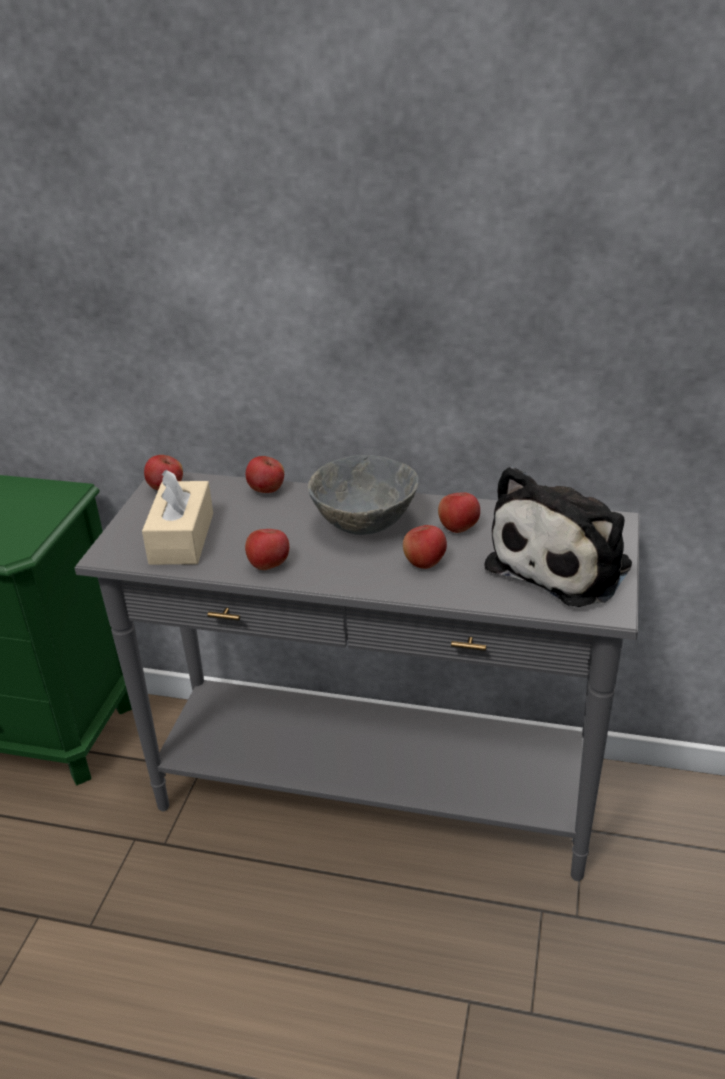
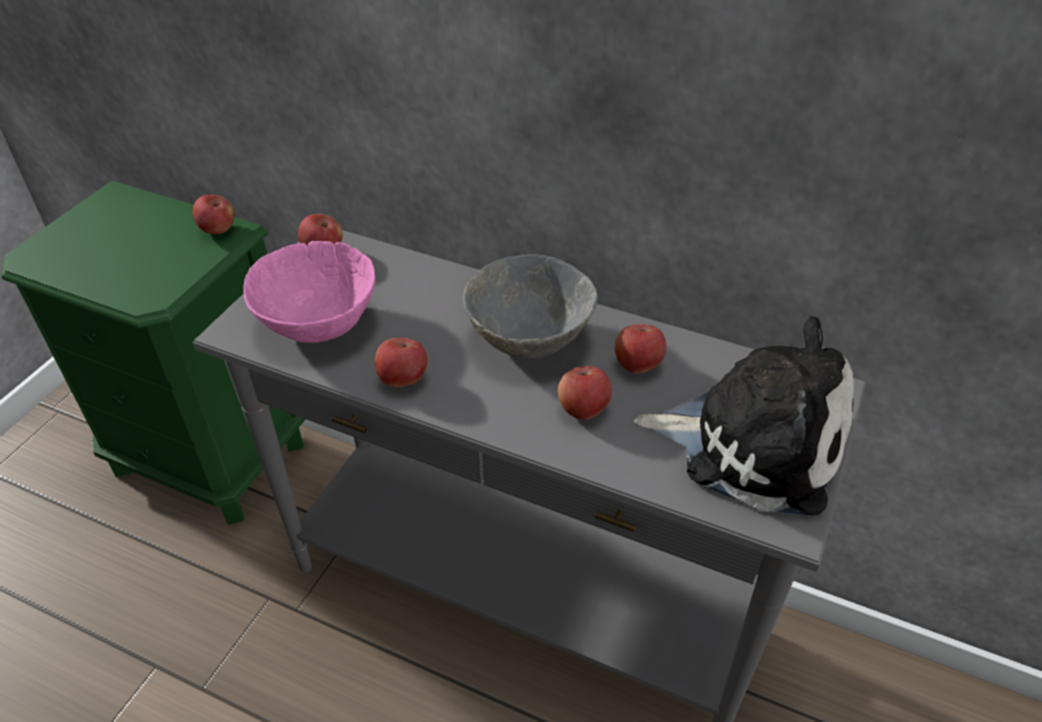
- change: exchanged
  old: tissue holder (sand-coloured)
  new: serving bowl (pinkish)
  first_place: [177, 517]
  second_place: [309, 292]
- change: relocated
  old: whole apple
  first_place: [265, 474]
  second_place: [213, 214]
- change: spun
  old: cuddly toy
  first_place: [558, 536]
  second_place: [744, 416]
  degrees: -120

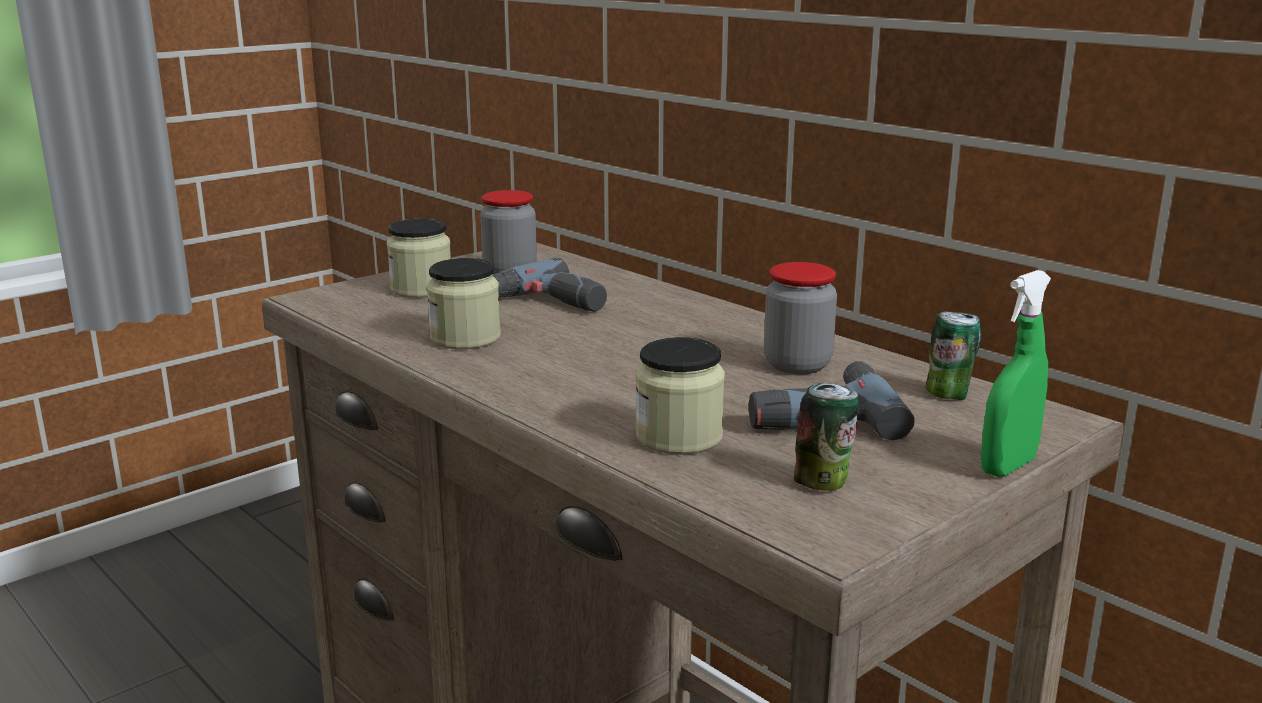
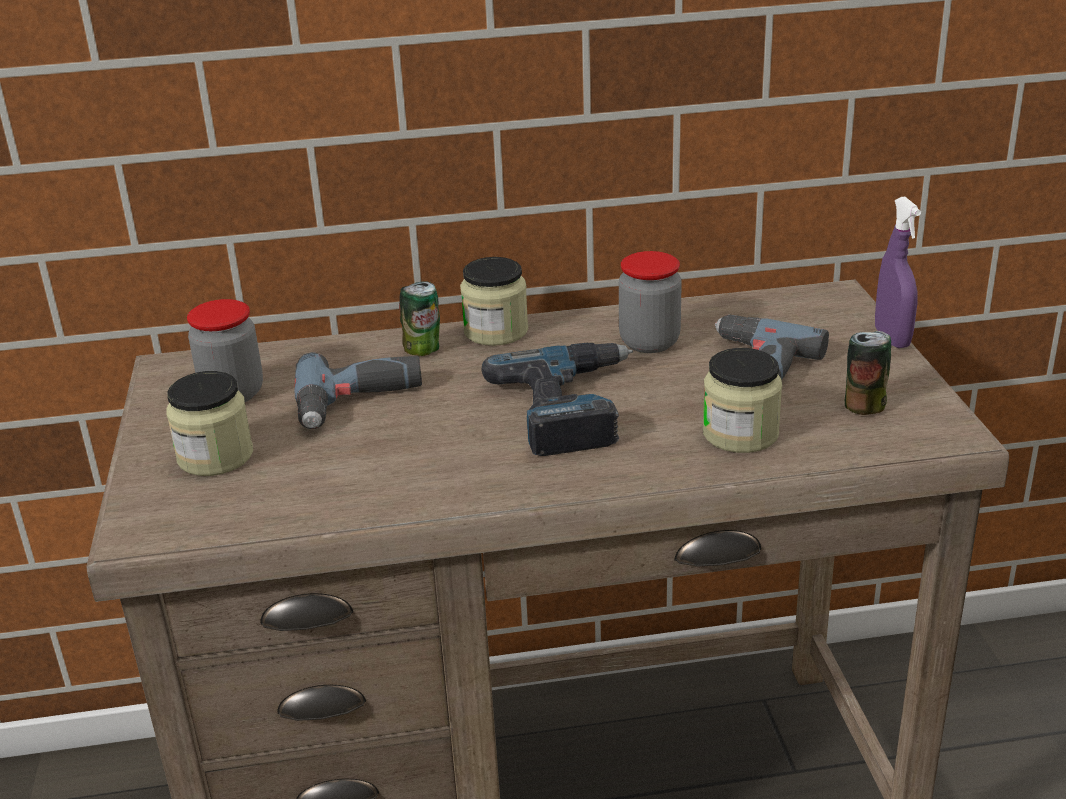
- change: relocated
  old: storage jar
  first_place: [463, 303]
  second_place: [494, 301]
- change: relocated
  old: can
  first_place: [953, 355]
  second_place: [419, 318]
- change: colour
  old: spray bottle (green)
  new: spray bottle (purple-coloured)
  first_place: [1016, 373]
  second_place: [898, 272]
- change: appeared
  new: electric drill
  second_place: [557, 399]

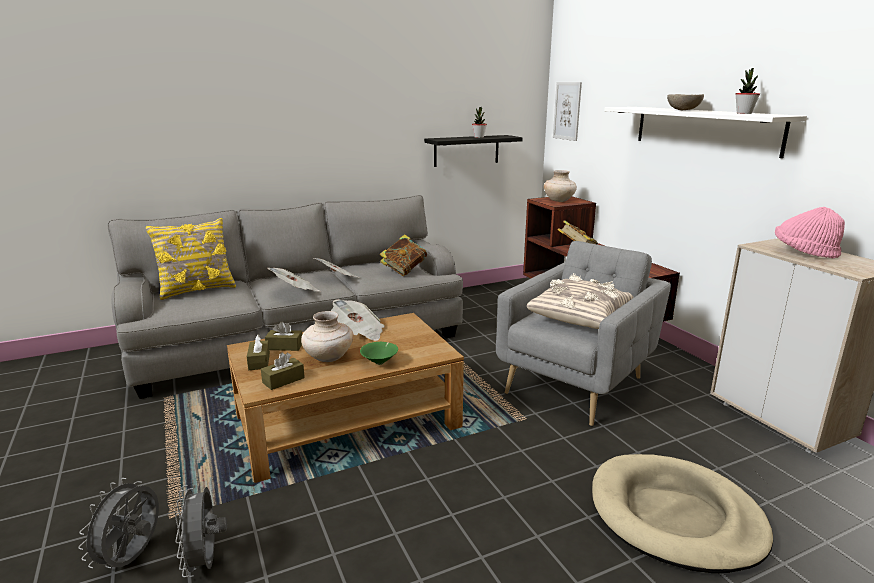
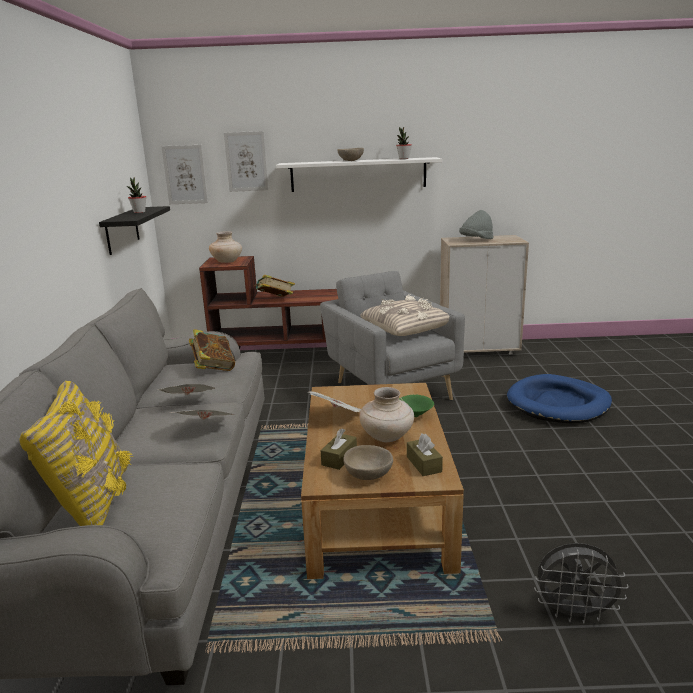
- change: missing
  old: electric fan (grey)
  first_place: [118, 523]
- change: exchanged
  old: tissue holder (brown-coloured)
  new: serving bowl (sand-coloured)
  first_place: [258, 352]
  second_place: [368, 462]
- change: colour
  old: dog cushion (sand-coloured)
  new: dog cushion (blue)
  first_place: [682, 513]
  second_place: [559, 398]
- change: colour
  old: hat (pinkish)
  new: hat (grey)
  first_place: [810, 233]
  second_place: [476, 224]
- change: appeared
  new: picture
  second_place: [246, 161]

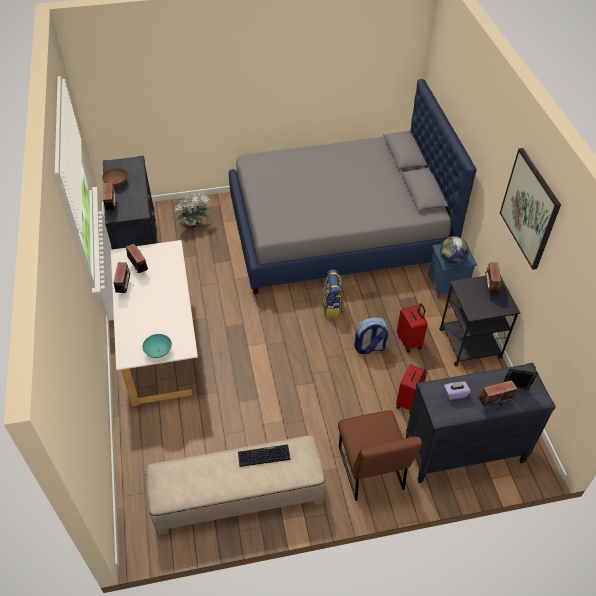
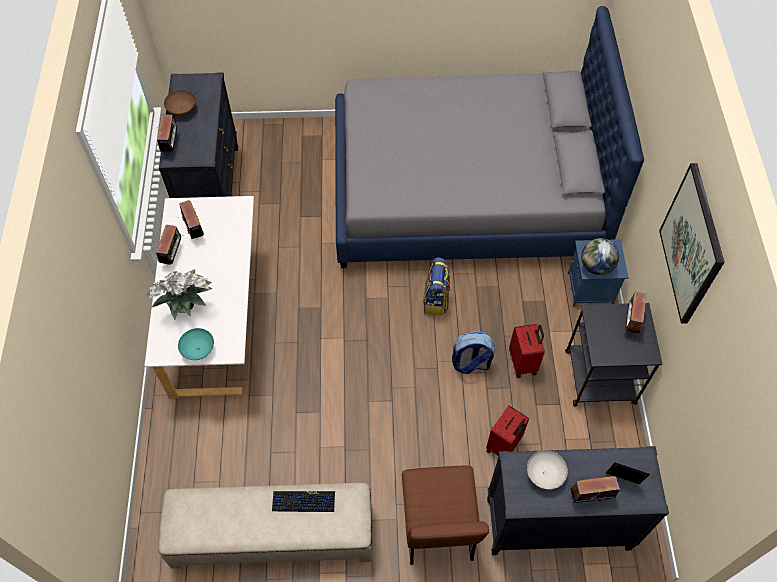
- change: relocated
  old: houseplant
  first_place: [192, 210]
  second_place: [178, 294]
- change: exchanged
  old: tissue holder (purple-coloured)
  new: serving bowl (white)
  first_place: [457, 390]
  second_place: [547, 470]

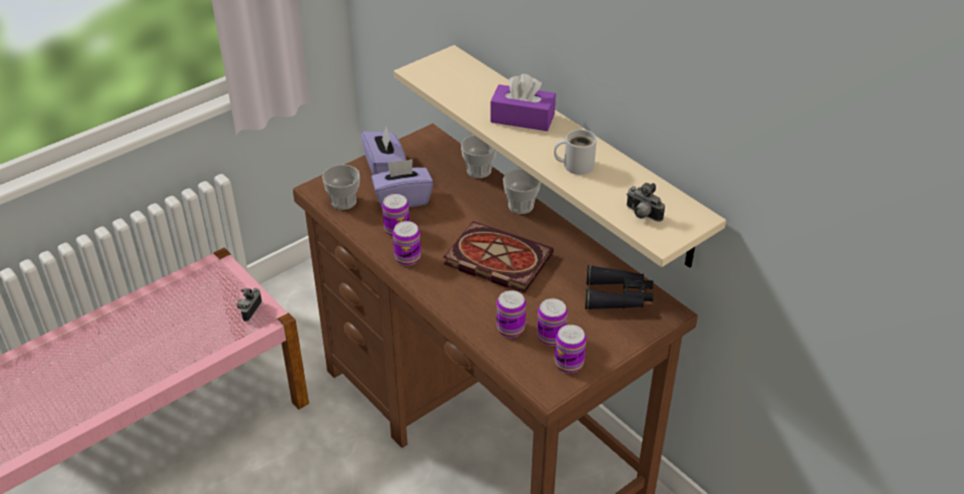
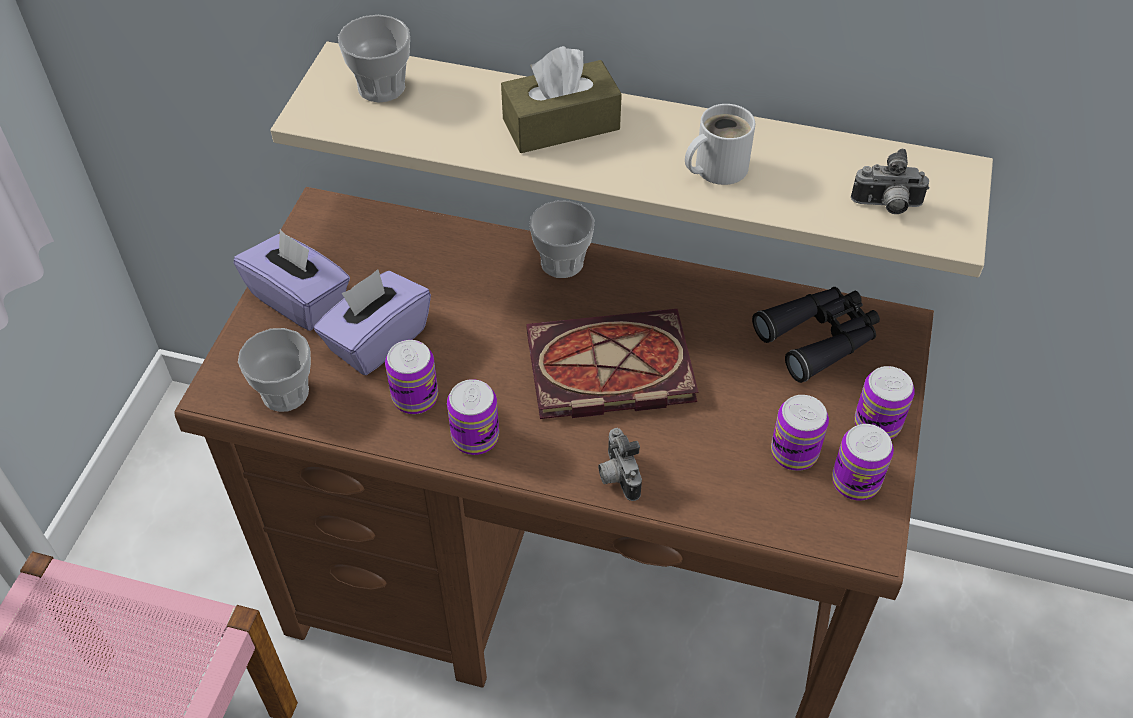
- change: relocated
  old: photo camera
  first_place: [249, 304]
  second_place: [620, 464]
- change: relocated
  old: small cup
  first_place: [478, 156]
  second_place: [374, 59]
- change: colour
  old: tissue holder (purple-coloured)
  new: tissue holder (brown-coloured)
  first_place: [523, 102]
  second_place: [561, 99]
- change: relocated
  old: can
  first_place: [511, 313]
  second_place: [885, 402]

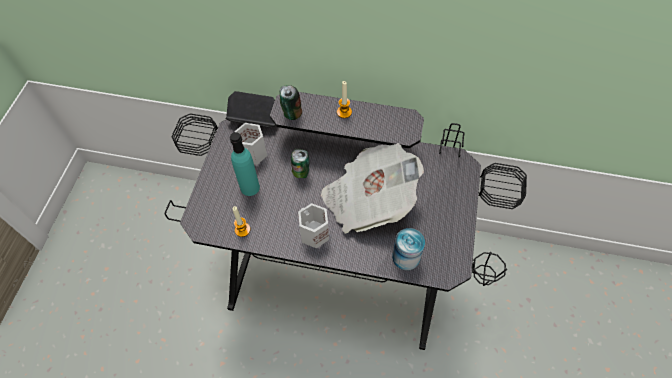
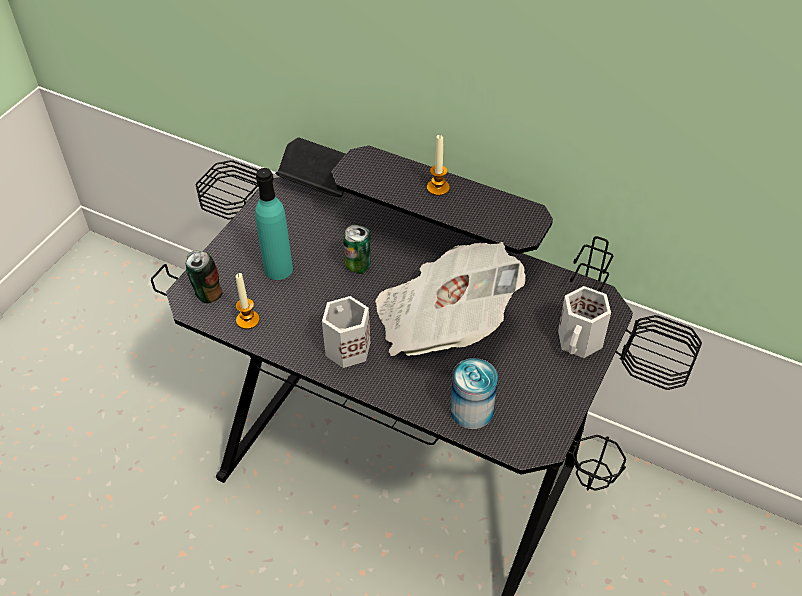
- change: relocated
  old: coffee mug (white)
  first_place: [250, 144]
  second_place: [584, 322]
- change: relocated
  old: can
  first_place: [290, 102]
  second_place: [204, 277]

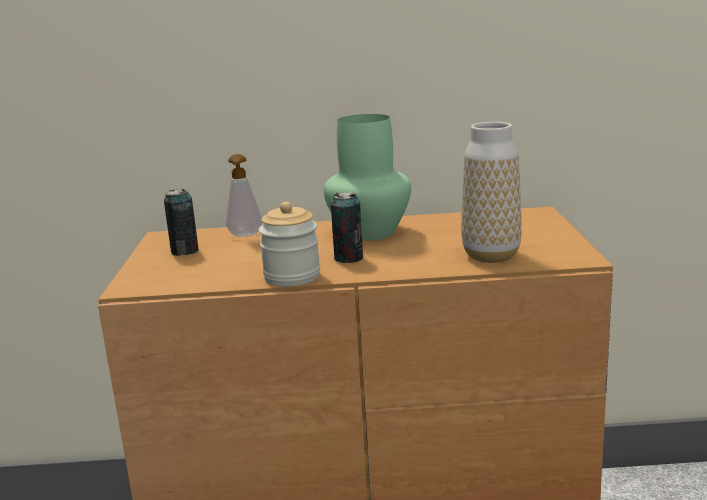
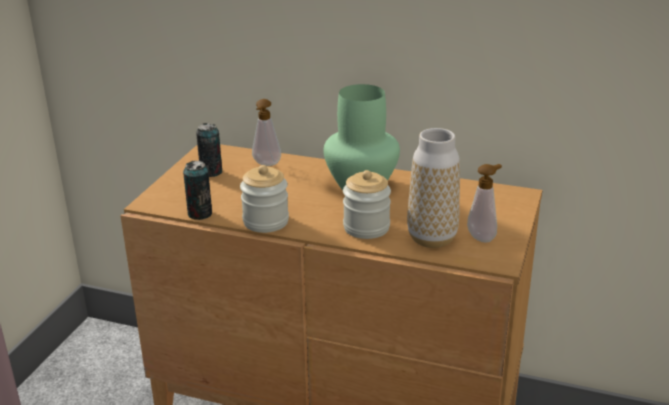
- change: relocated
  old: can
  first_place: [347, 227]
  second_place: [197, 190]
- change: appeared
  new: storage jar
  second_place: [367, 204]
- change: appeared
  new: soap bottle
  second_place: [484, 203]

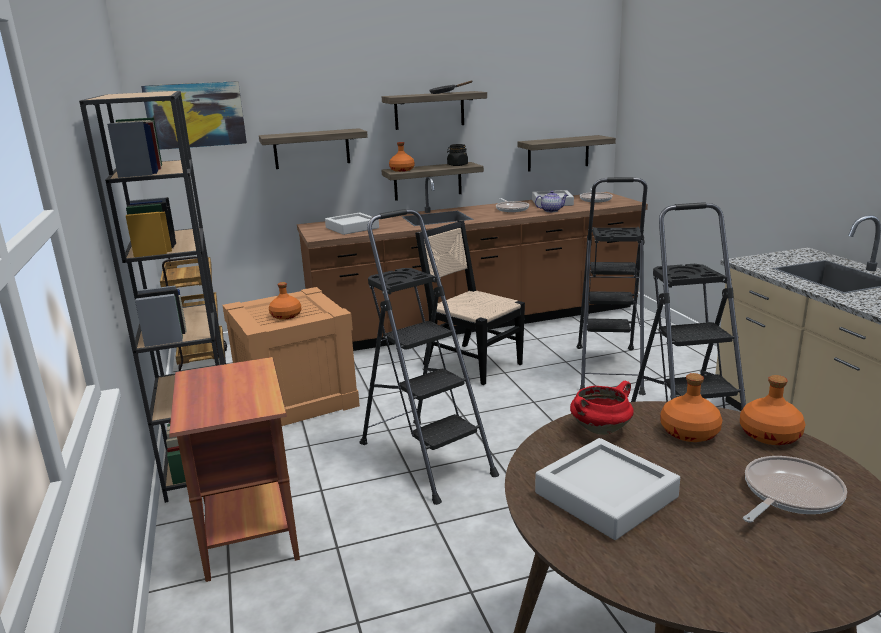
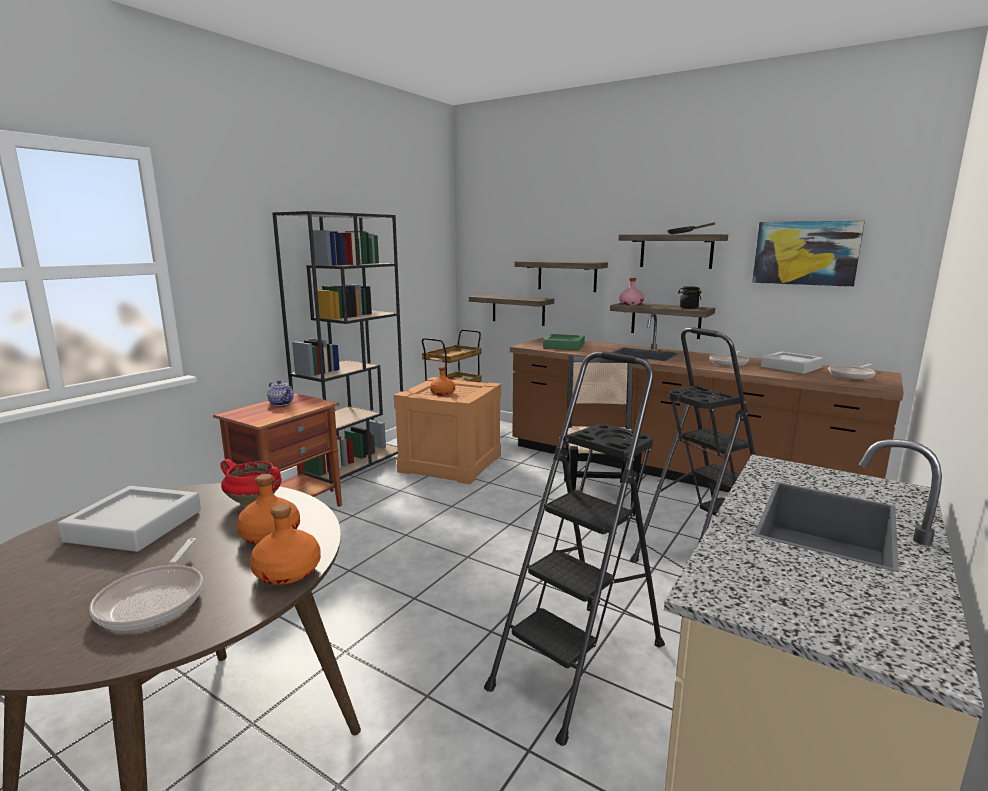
- change: relocated
  old: picture
  first_place: [194, 115]
  second_place: [808, 254]
- change: colour
  old: serving tray (grey)
  new: serving tray (green)
  first_place: [352, 224]
  second_place: [564, 342]
- change: missing
  old: step stool
  first_place: [429, 357]
- change: colour
  old: beverage bottle (orangey)
  new: beverage bottle (pinkish)
  first_place: [402, 157]
  second_place: [631, 291]
- change: relocated
  old: wall shelf
  first_place: [567, 153]
  second_place: [511, 310]
- change: relocated
  old: tea pot
  first_place: [551, 201]
  second_place: [280, 393]
- change: spun
  old: frying pan
  first_place: [795, 489]
  second_place: [146, 584]
  degrees: 75

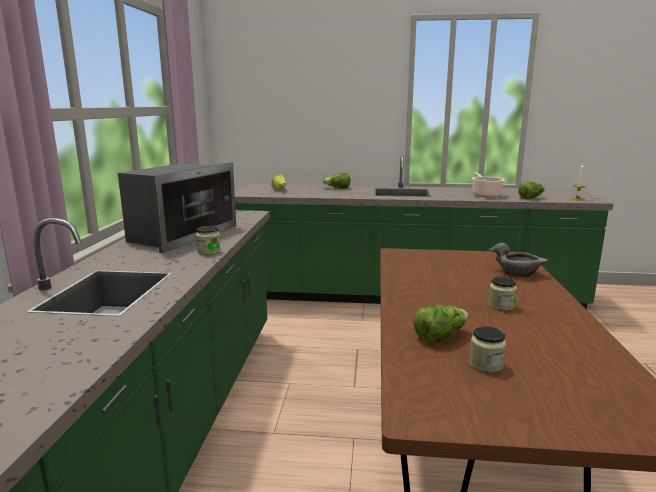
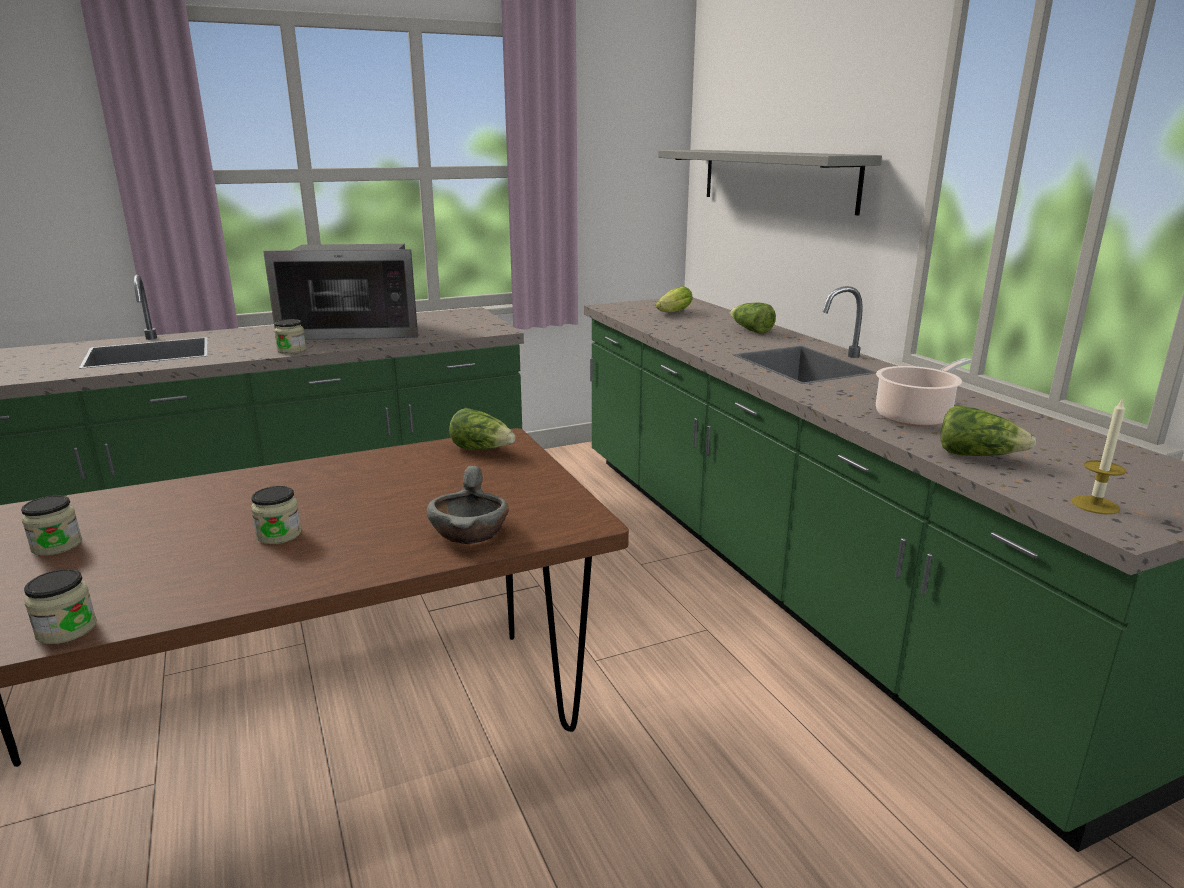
- change: relocated
  old: head of lettuce
  first_place: [441, 324]
  second_place: [482, 429]
- change: appeared
  new: storage jar
  second_place: [60, 606]
- change: appeared
  new: wall shelf (grey)
  second_place: [770, 183]

